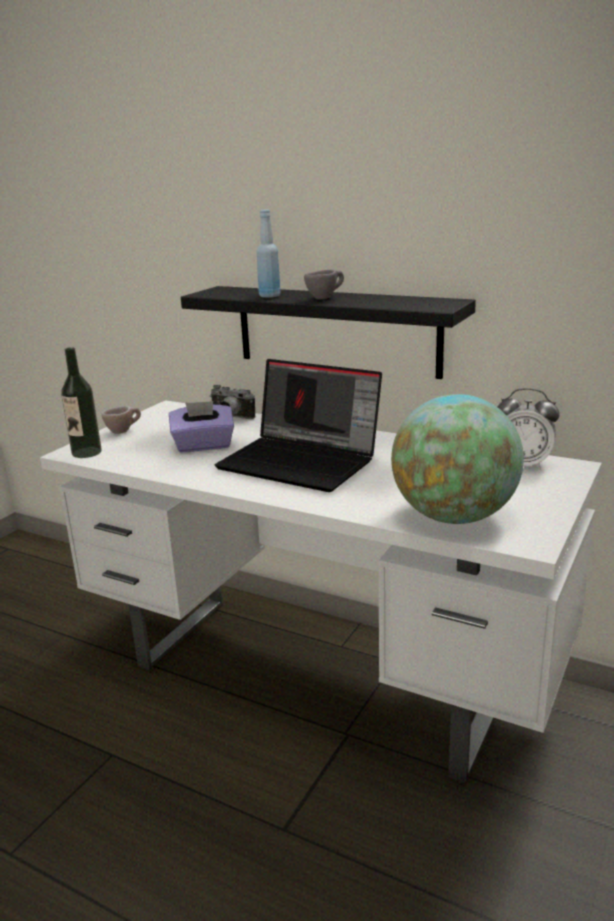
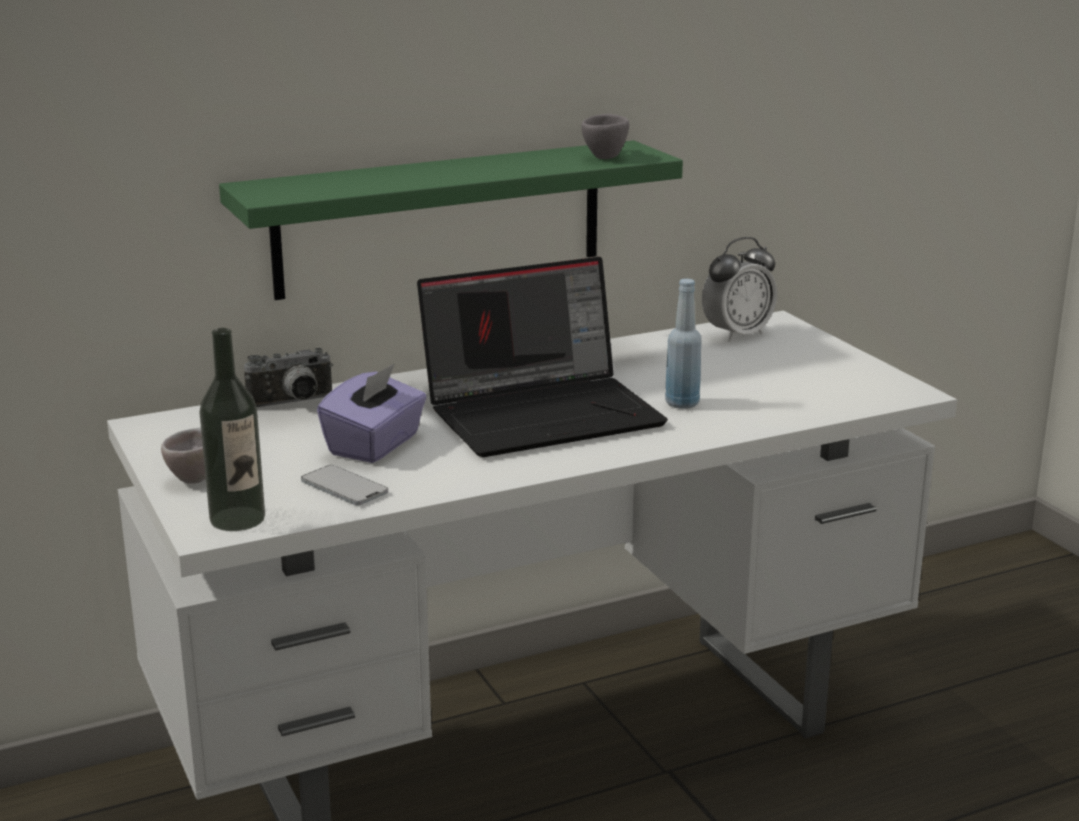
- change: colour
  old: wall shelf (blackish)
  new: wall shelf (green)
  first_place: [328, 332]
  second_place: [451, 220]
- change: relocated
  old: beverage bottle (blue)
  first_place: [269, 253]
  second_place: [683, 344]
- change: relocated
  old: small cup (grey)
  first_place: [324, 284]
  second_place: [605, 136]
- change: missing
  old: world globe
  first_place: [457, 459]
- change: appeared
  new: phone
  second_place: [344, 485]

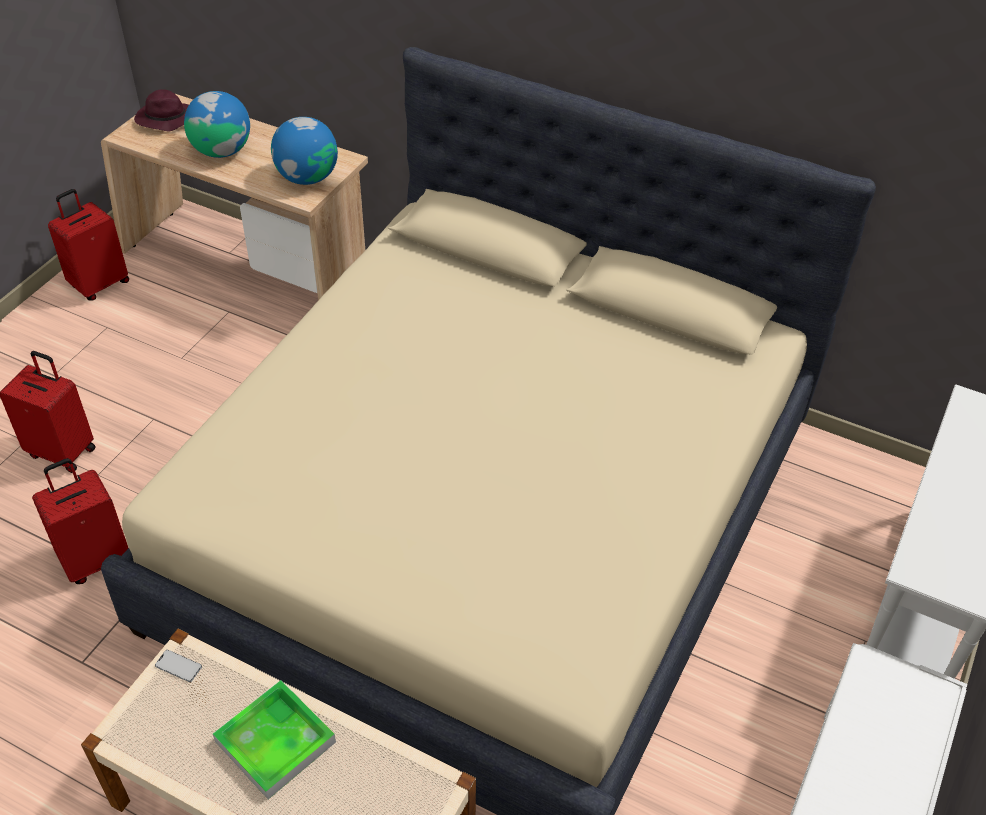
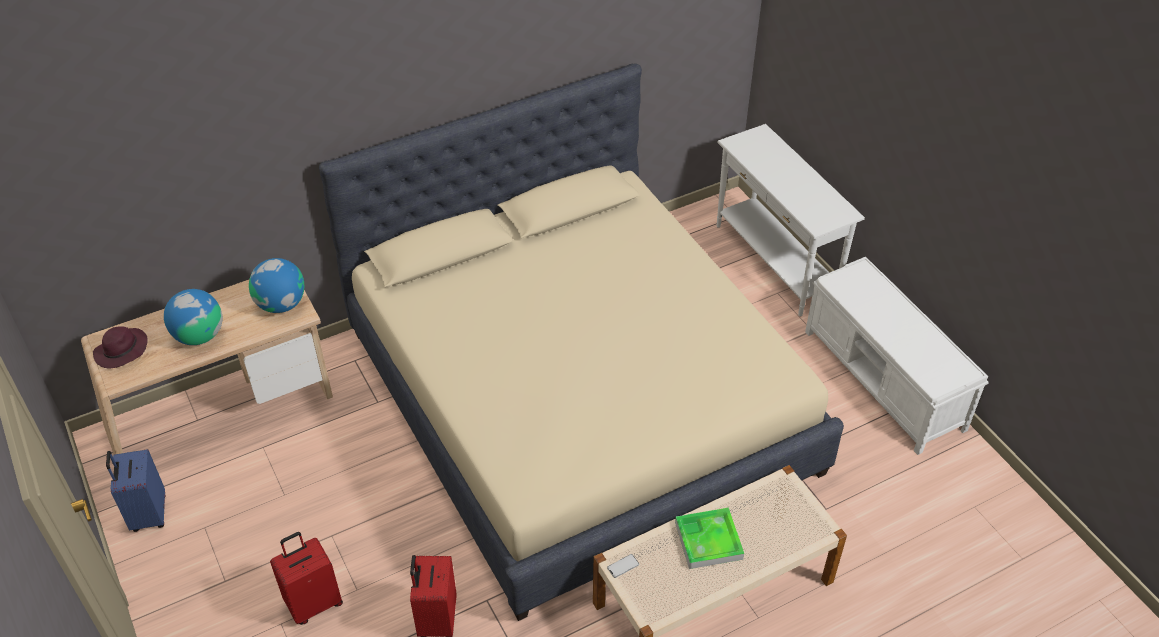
- change: colour
  old: suitcase (reddish)
  new: suitcase (blue)
  first_place: [88, 245]
  second_place: [135, 490]

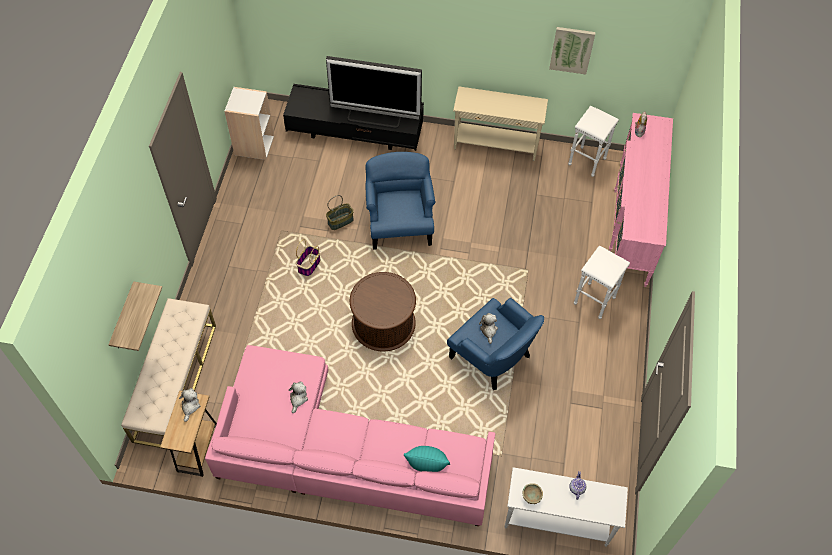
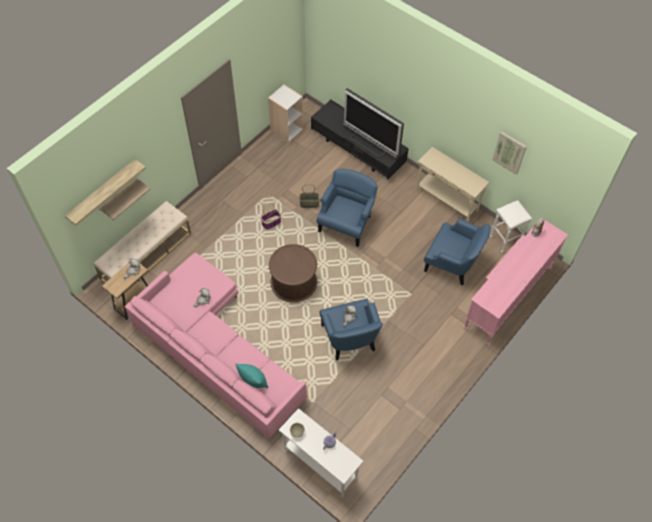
- change: missing
  old: sitting stool (white)
  first_place: [602, 282]
- change: appeared
  new: wall shelf
  second_place: [105, 192]
- change: appeared
  new: armchair (blue)
  second_place: [457, 251]

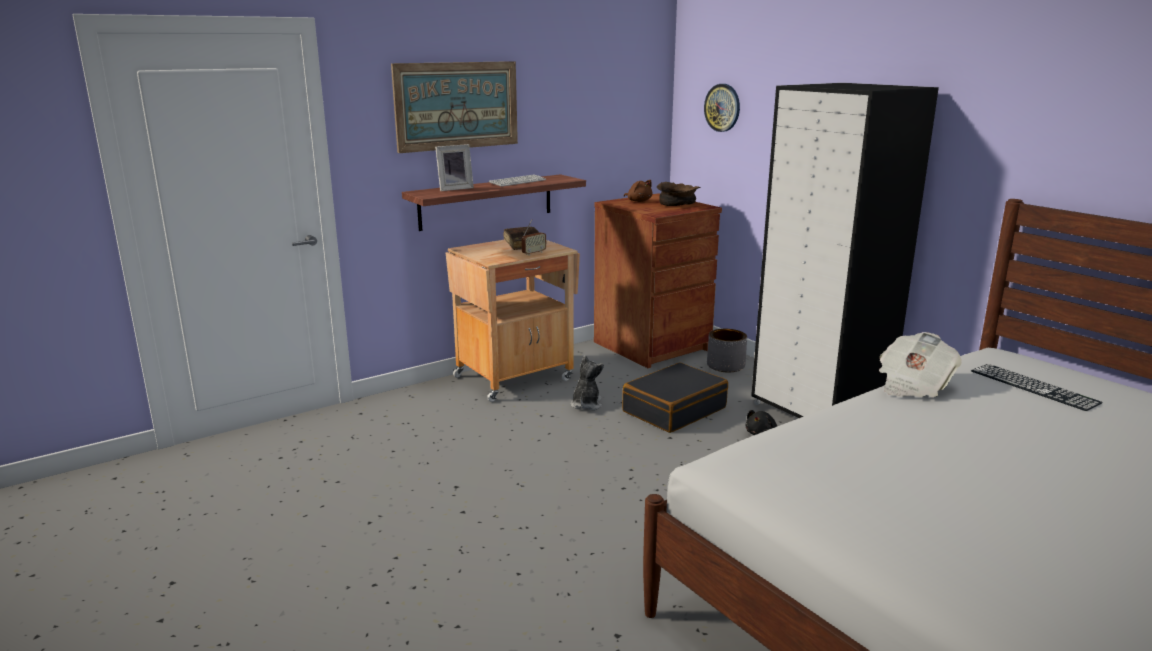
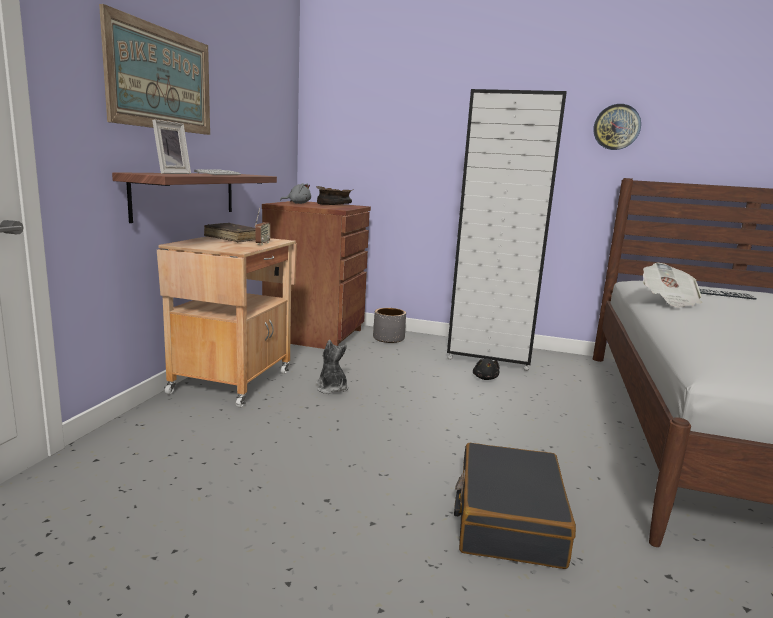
- change: relocated
  old: suitcase (blackish)
  first_place: [675, 397]
  second_place: [515, 506]
- change: colour
  old: cuddly toy (brown-coloured)
  new: cuddly toy (grey)
  first_place: [638, 191]
  second_place: [295, 193]
- change: relocated
  old: wall clock
  first_place: [722, 108]
  second_place: [617, 127]

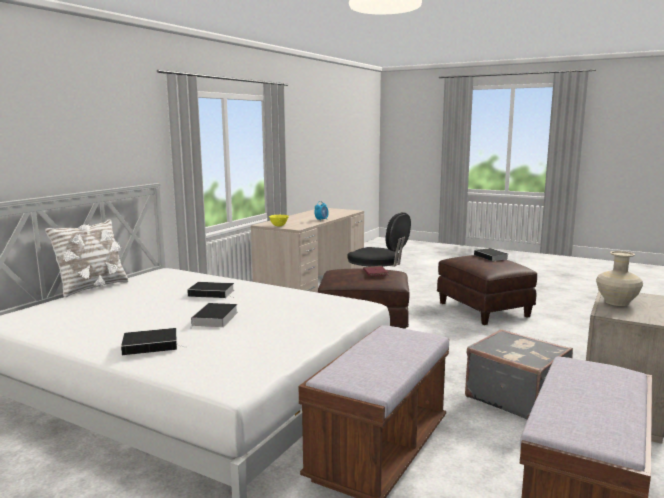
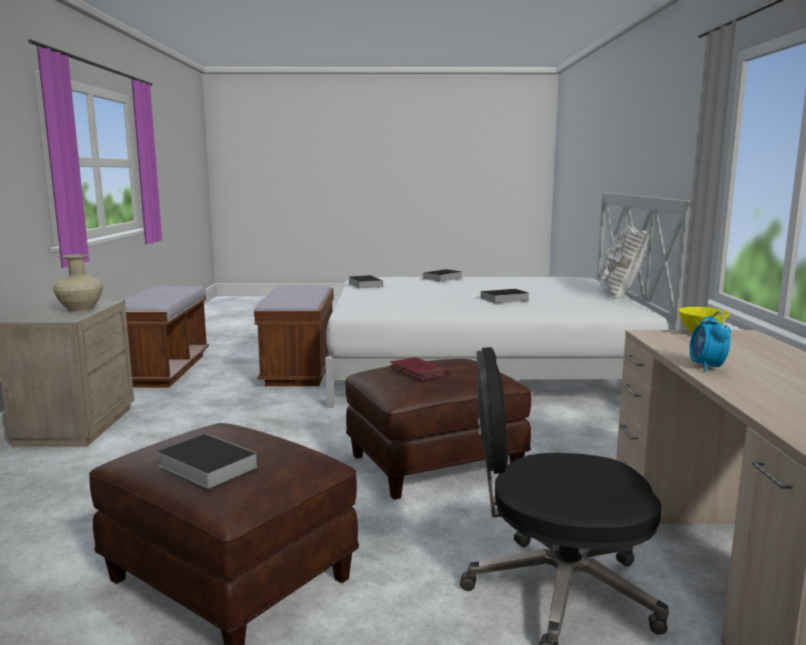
- change: relocated
  old: book
  first_place: [214, 316]
  second_place: [366, 281]
- change: missing
  old: suitcase (grey)
  first_place: [519, 374]

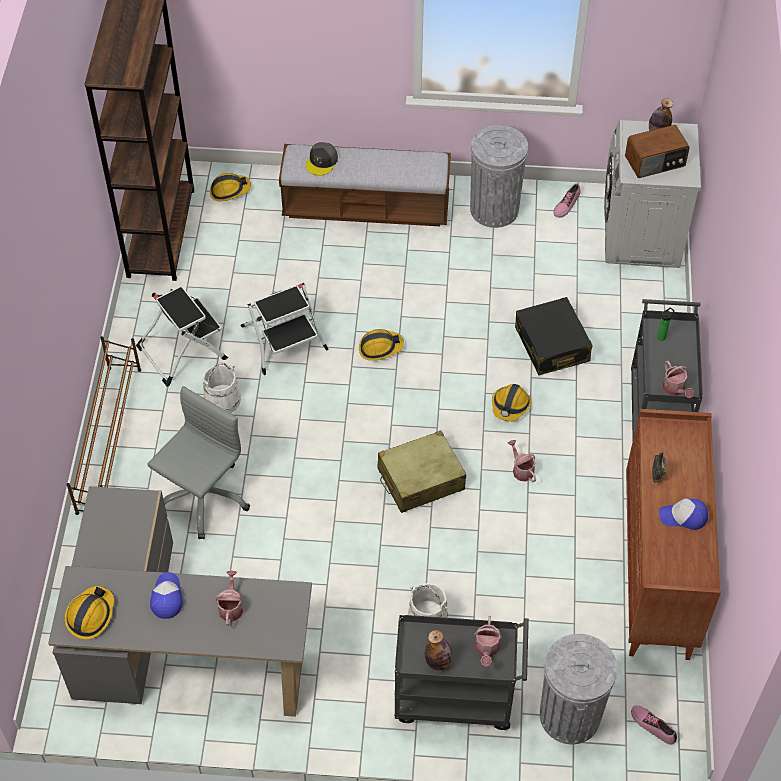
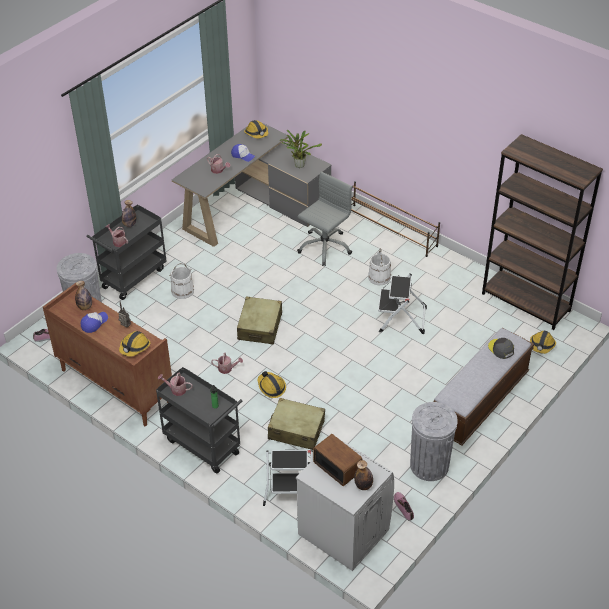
- change: relocated
  old: step stool
  first_place: [182, 336]
  second_place: [288, 478]
- change: spun
  old: computer chair (grey)
  first_place: [198, 462]
  second_place: [324, 218]
  degrees: -120
- change: relocated
  old: safety helmet
  first_place: [381, 345]
  second_place: [134, 344]
- change: colour
  old: suitcase (blackish)
  new: suitcase (sand-coloured)
  first_place: [553, 336]
  second_place: [296, 424]
- change: spun
  old: radio receiver
  first_place: [657, 151]
  second_place: [337, 460]
  degrees: 120
- change: appeared
  new: beverage bottle
  second_place: [83, 295]
- change: appeared
  new: houseplant
  second_place: [300, 148]

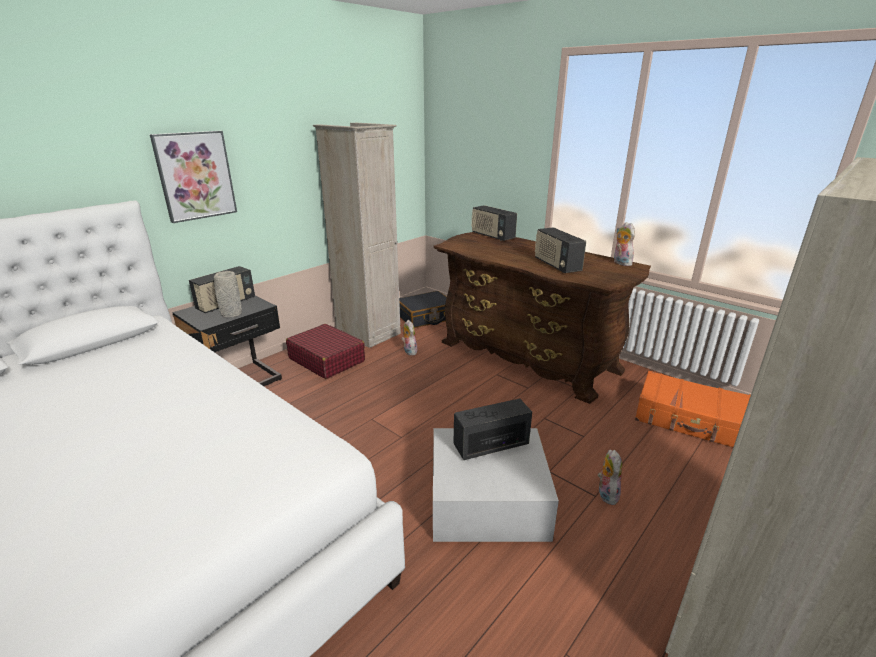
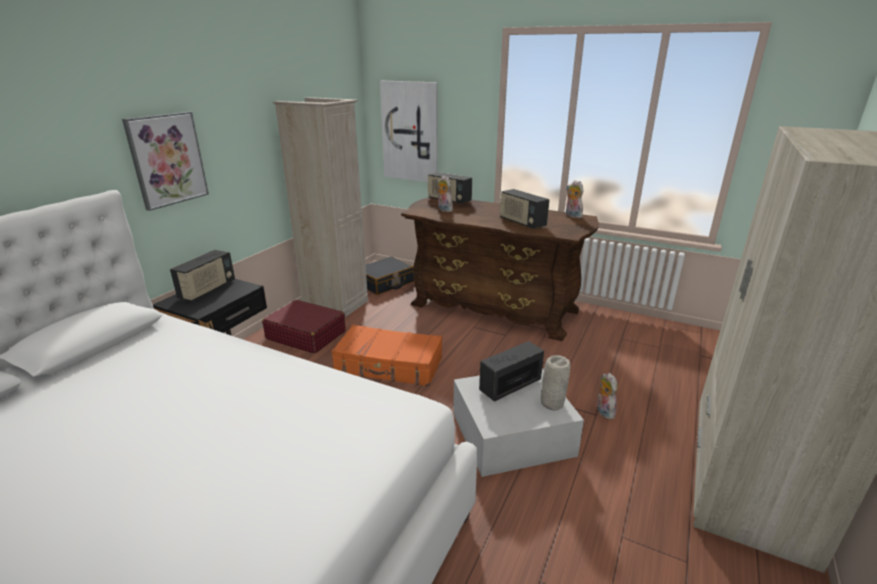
- change: relocated
  old: flower vase (grey)
  first_place: [228, 294]
  second_place: [555, 382]
- change: relocated
  old: cuddly toy
  first_place: [409, 337]
  second_place: [445, 193]
- change: relocated
  old: suitcase (orangey)
  first_place: [693, 409]
  second_place: [386, 356]
- change: appeared
  new: picture
  second_place: [409, 131]

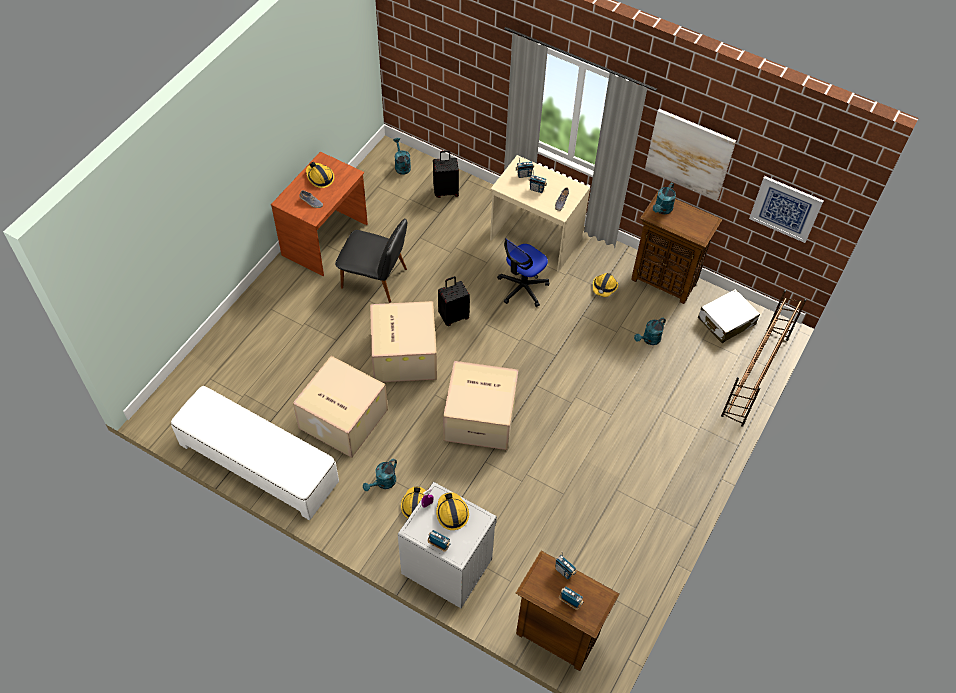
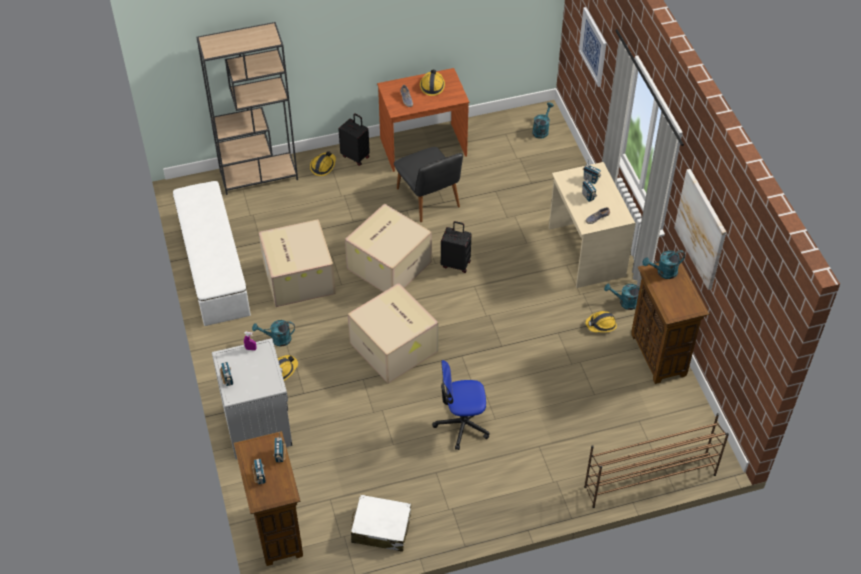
- change: relocated
  old: suitcase (blackish)
  first_place: [446, 174]
  second_place: [354, 139]
- change: relocated
  old: safety helmet
  first_place: [452, 511]
  second_place: [323, 163]
- change: relocated
  old: computer chair
  first_place: [523, 272]
  second_place: [461, 405]
- change: relocated
  old: watering can (turquoise-coloured)
  first_place: [650, 331]
  second_place: [622, 297]
- change: relocated
  old: suitcase (white)
  first_place: [729, 316]
  second_place: [381, 523]
- change: relocated
  old: picture
  first_place: [786, 209]
  second_place: [592, 47]
- change: appeared
  new: bookcase
  second_place: [247, 108]

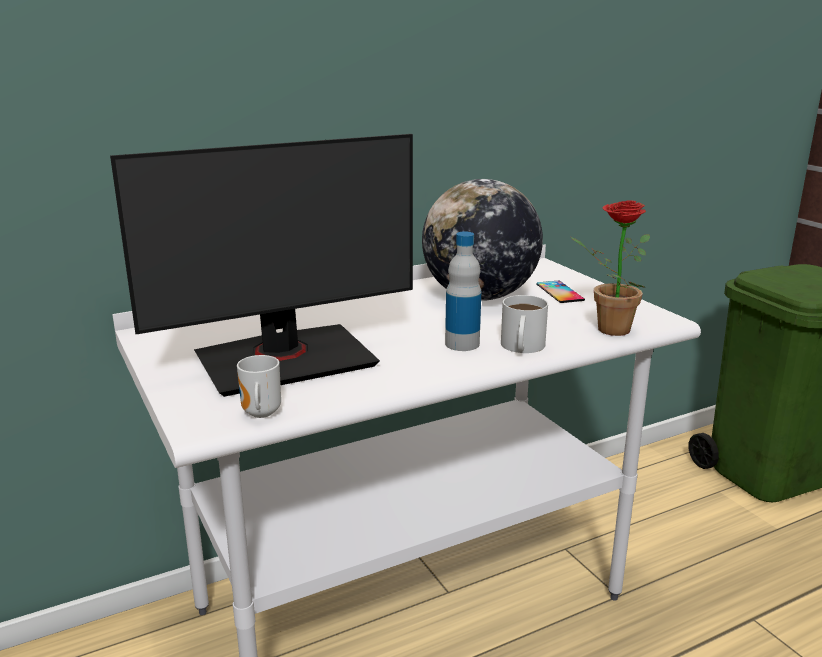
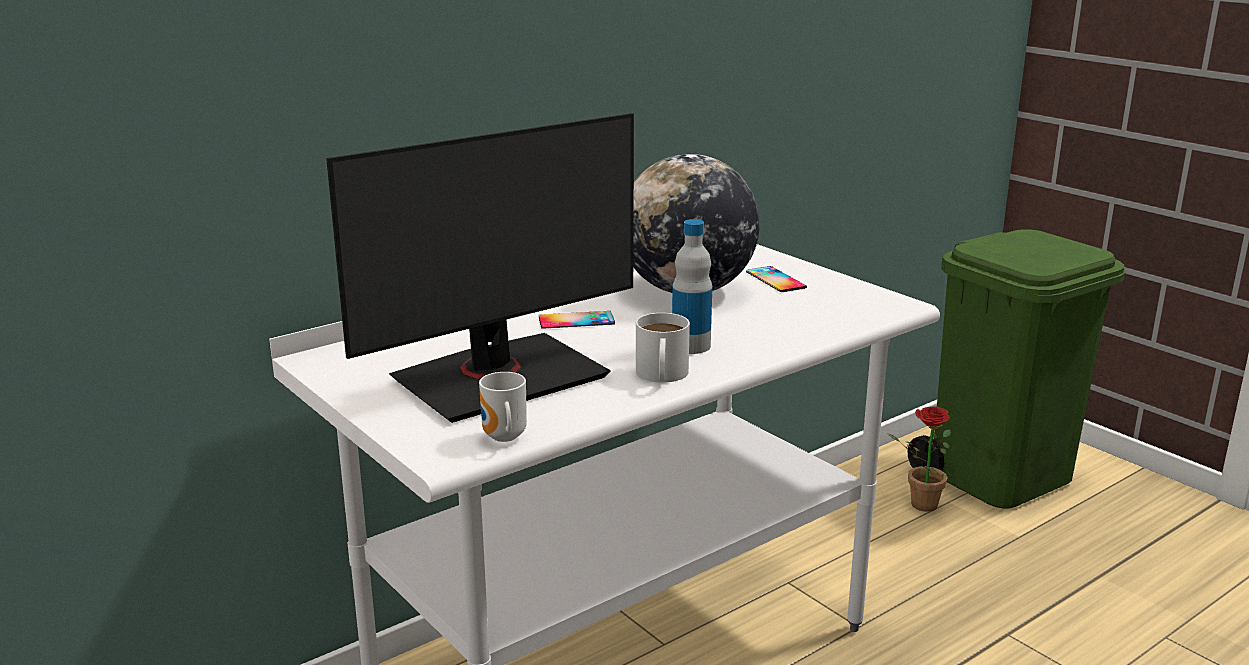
- change: relocated
  old: coffee mug (white)
  first_place: [524, 324]
  second_place: [663, 348]
- change: relocated
  old: houseplant
  first_place: [610, 268]
  second_place: [919, 459]
- change: appeared
  new: phone
  second_place: [577, 320]

